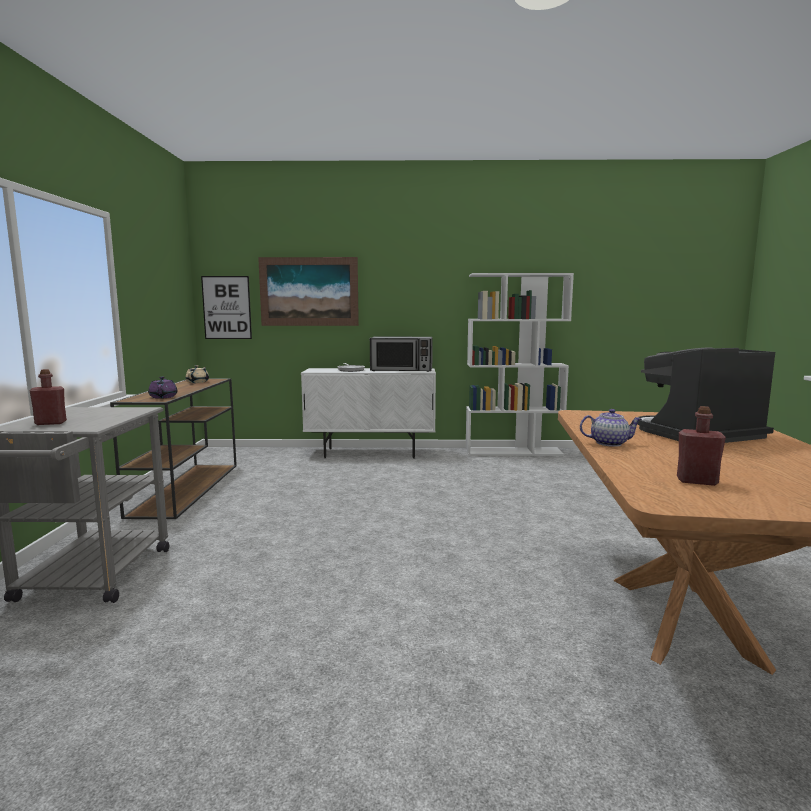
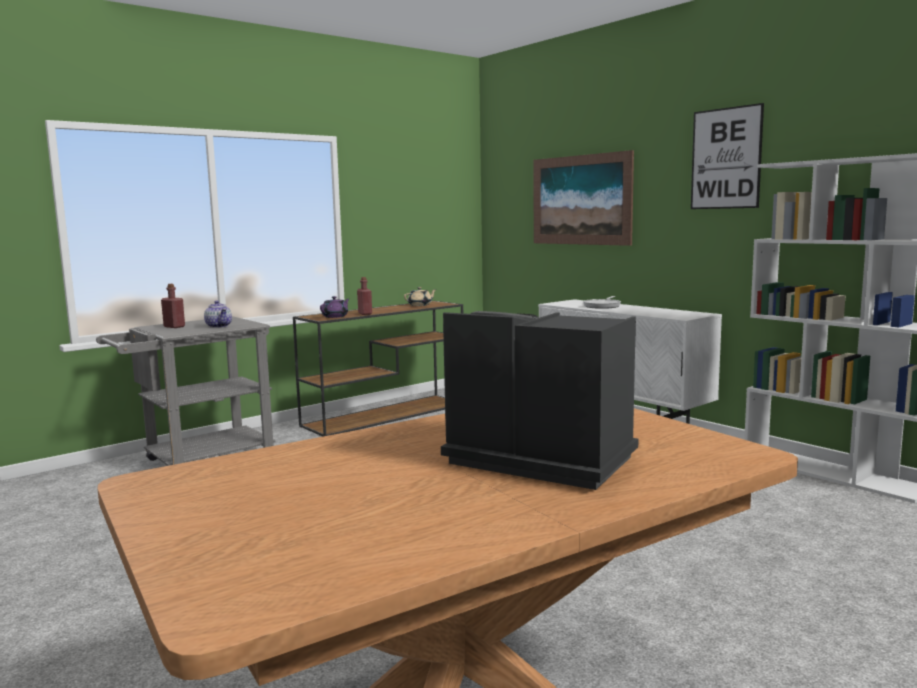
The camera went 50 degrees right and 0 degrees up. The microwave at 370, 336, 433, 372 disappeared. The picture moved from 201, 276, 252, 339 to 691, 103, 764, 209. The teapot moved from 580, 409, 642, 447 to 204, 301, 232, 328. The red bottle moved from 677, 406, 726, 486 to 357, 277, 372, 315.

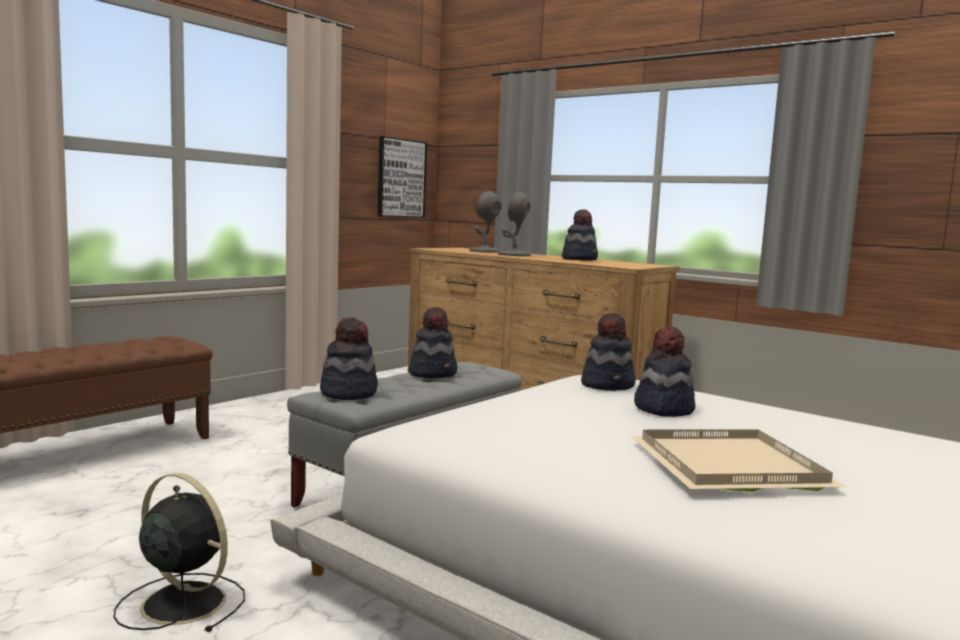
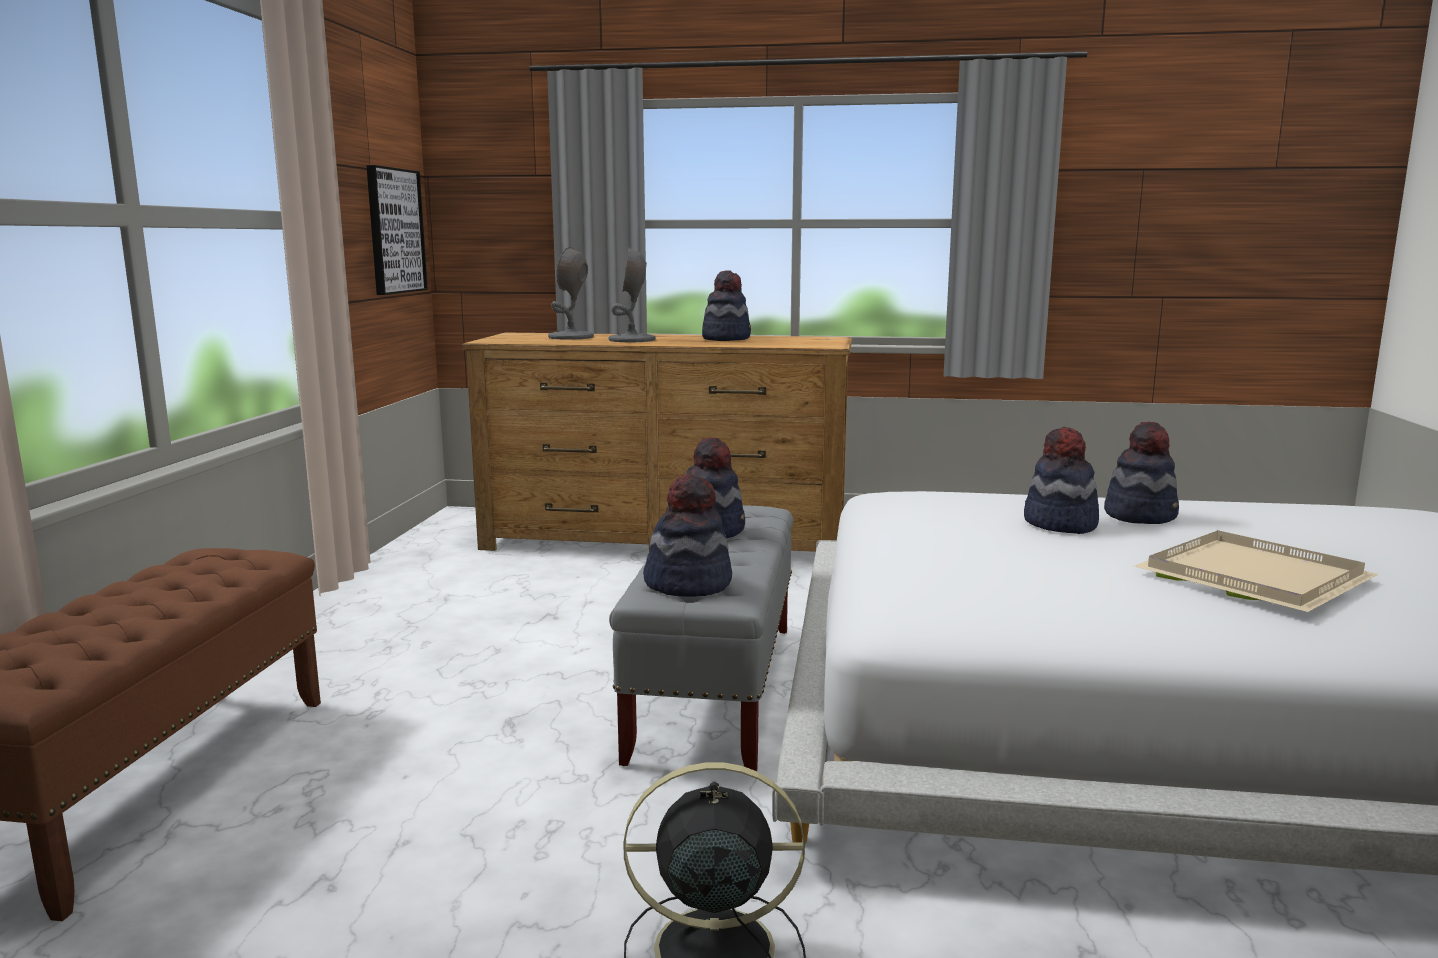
The camera went 30 degrees left and 5 degrees up. The hat moved from 581, 313, 636, 391 to 1104, 421, 1179, 524.

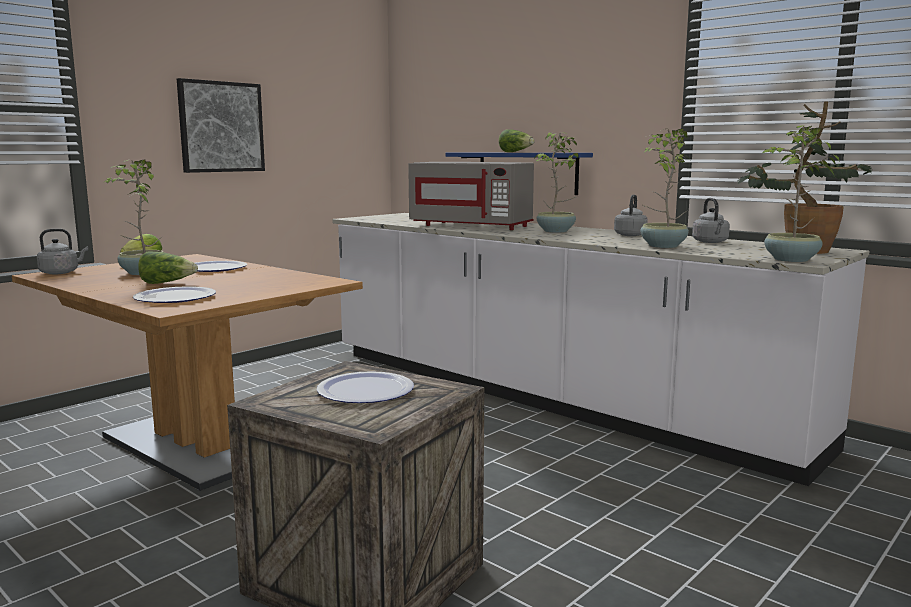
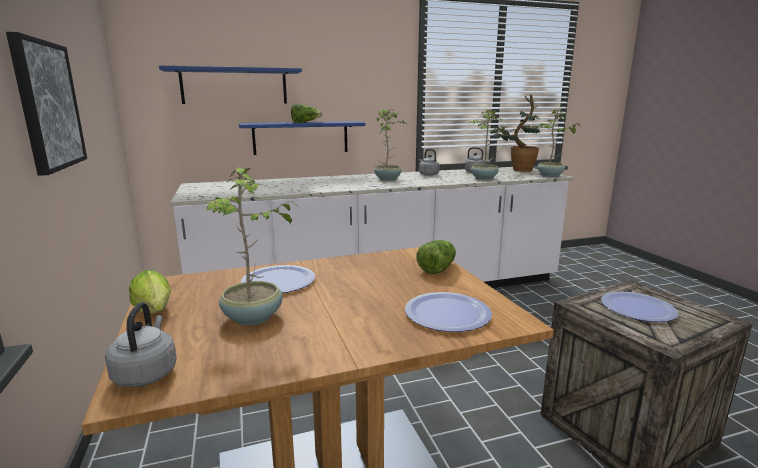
The camera went 60 degrees left and 5 degrees up. The grey microwave at 408, 162, 534, 230 disappeared. The blue shelf at 159, 66, 302, 104 appeared. The lettuce moved from 138, 251, 198, 284 to 417, 240, 456, 274.

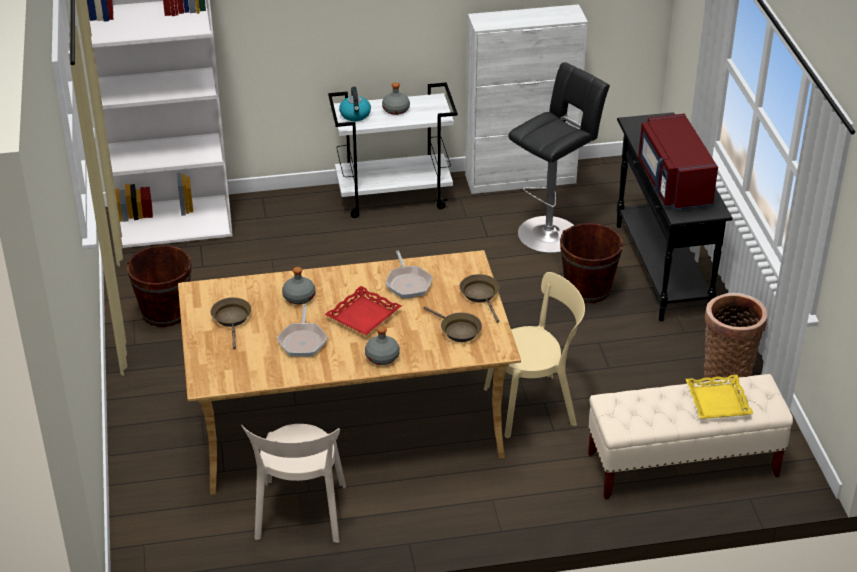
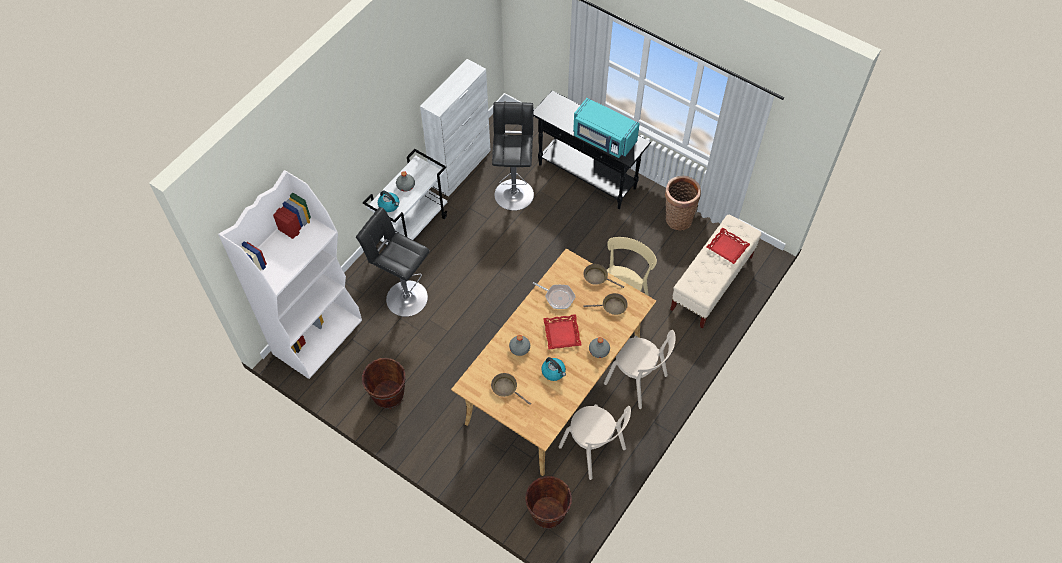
The camera went 45 degrees left and 20 degrees up. The black stool at 356, 207, 430, 317 appeared. The beige chair at 604, 330, 676, 409 appeared. The brown bucket moved from 560, 223, 623, 303 to 525, 476, 572, 529. The frying pan at 277, 305, 328, 357 was replaced by the kettle at 541, 357, 566, 381. The red microwave at 638, 114, 718, 210 became the turquoise microwave at 573, 98, 640, 158. The yellow tray at 686, 375, 753, 419 became the red tray at 707, 227, 750, 264.

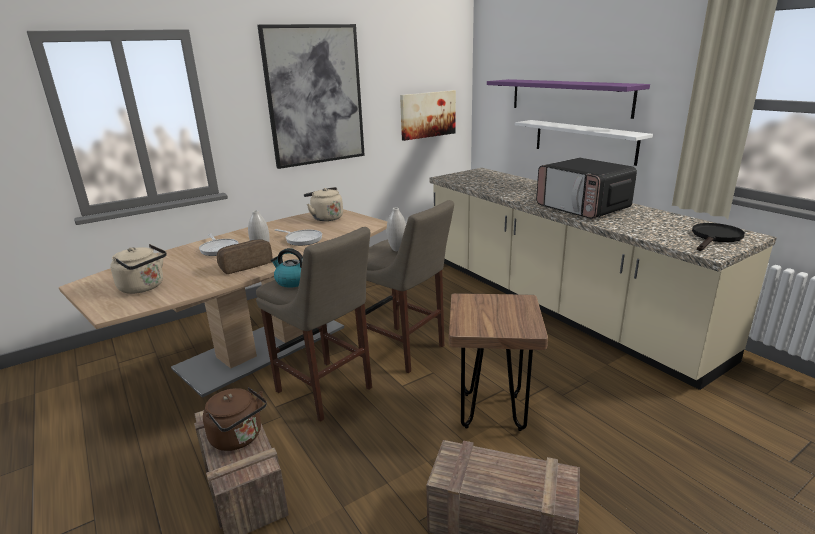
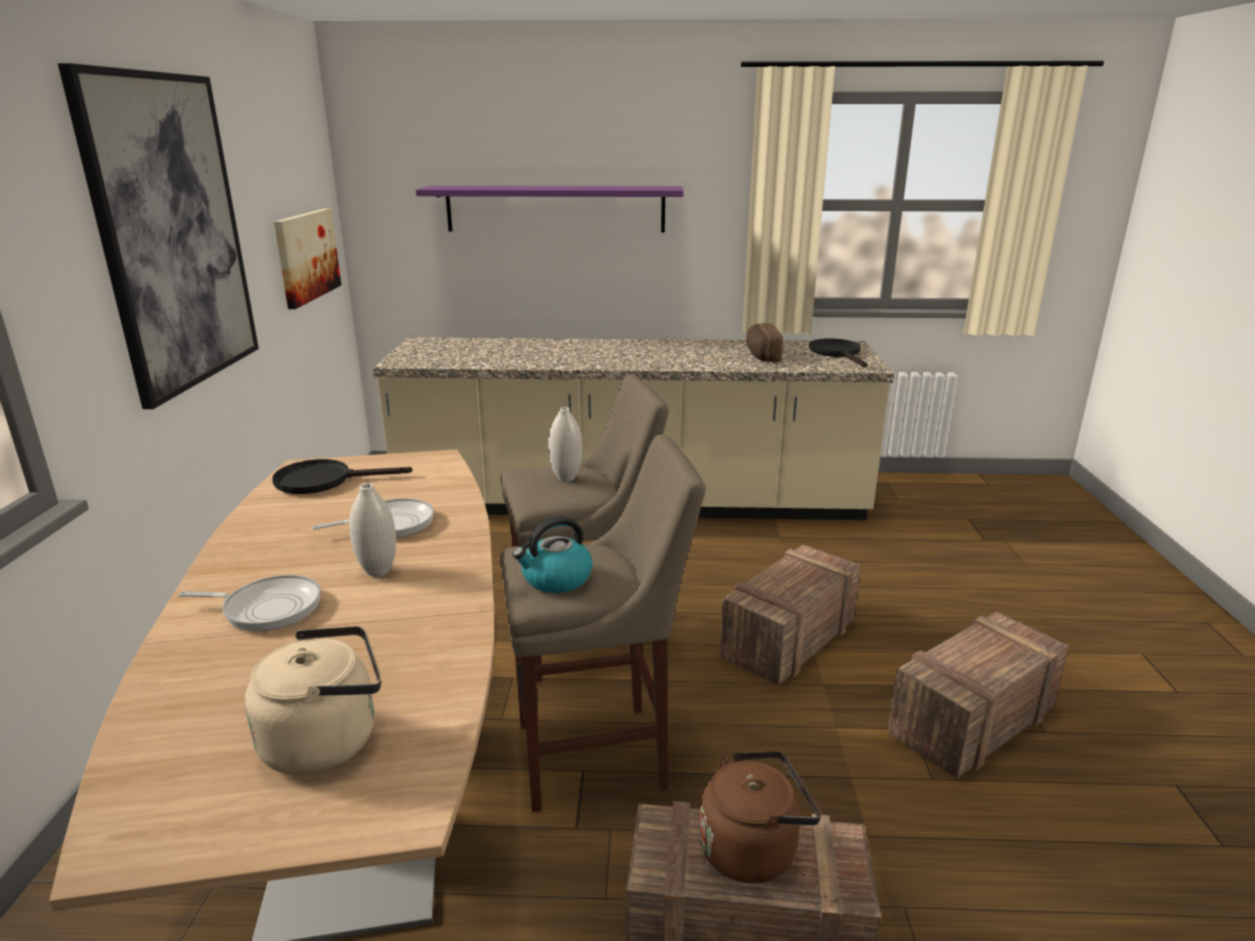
The camera went 55 degrees left and 0 degrees up. The white shelf at 515, 120, 653, 166 disappeared. The microwave at 536, 158, 637, 219 disappeared. The bread moved from 217, 239, 273, 274 to 746, 323, 783, 362. The beige kettle at 304, 187, 343, 221 was replaced by the black frying pan at 272, 459, 412, 494. The brown stool at 449, 293, 548, 431 was replaced by the crate at 720, 544, 861, 686.

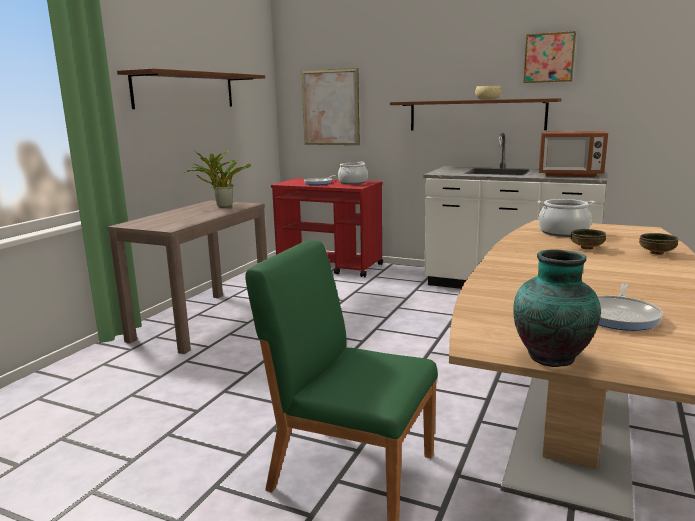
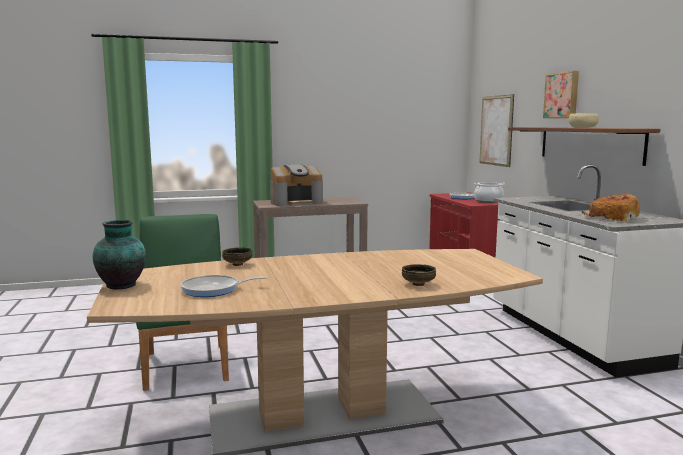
The camera went 50 degrees right and 5 degrees down. The brown shelf at 117, 68, 265, 109 disappeared. The potted plant at 183, 150, 251, 208 disappeared. The cooking pot at 538, 199, 595, 237 disappeared. The coffee machine at 270, 164, 323, 206 appeared. The picture moved from 523, 31, 576, 83 to 543, 71, 579, 118. The bowl moved from 571, 229, 606, 250 to 222, 247, 253, 266. The microwave at 539, 131, 608, 177 was replaced by the bread at 582, 194, 640, 221.

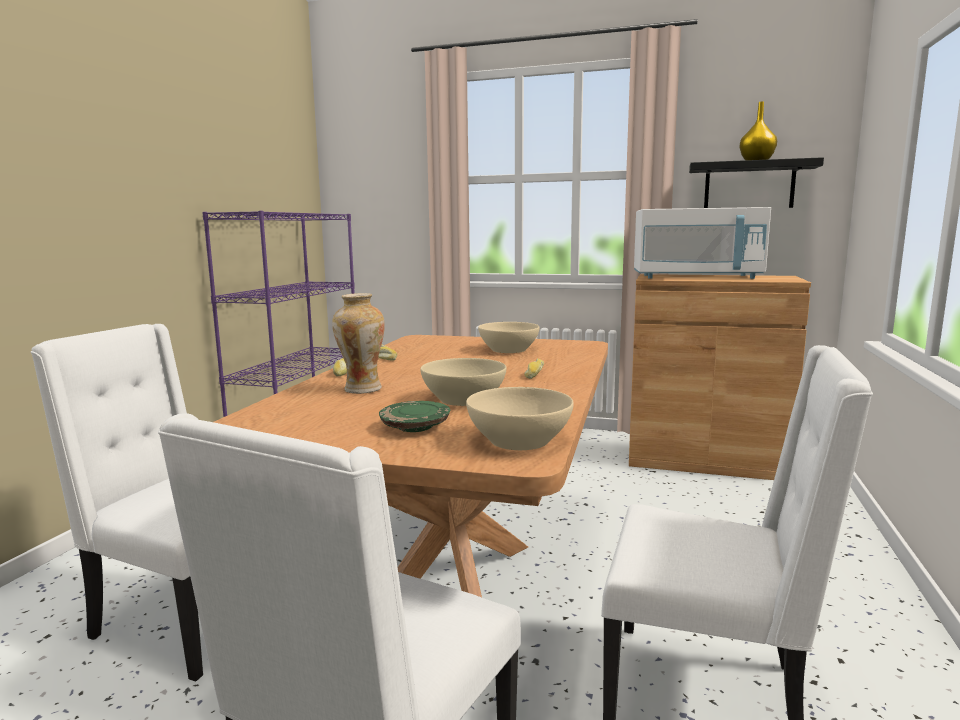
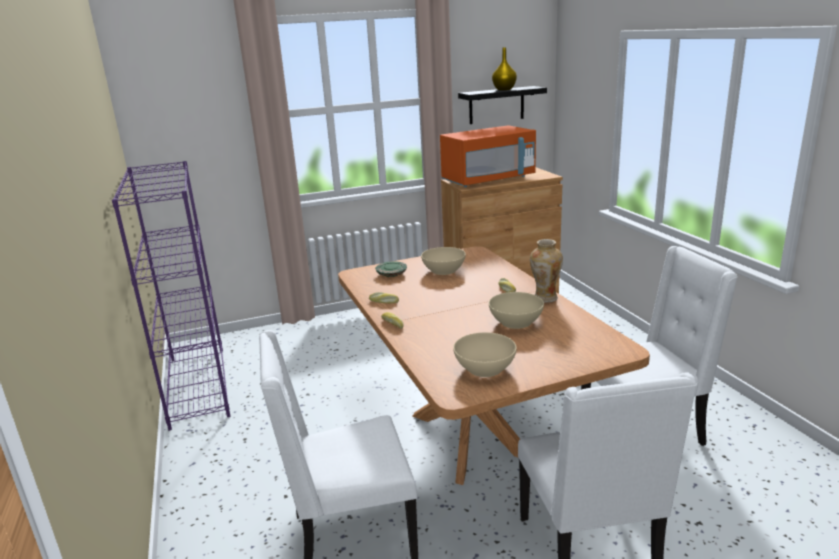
The camera went 35 degrees left and 10 degrees up. The vase moved from 332, 293, 385, 394 to 530, 239, 563, 303. The green plate moved from 379, 401, 450, 432 to 375, 261, 407, 277. The beige bowl moved from 466, 387, 574, 450 to 453, 332, 517, 377. The white microwave at 634, 207, 771, 279 became the orange microwave at 440, 125, 536, 187.

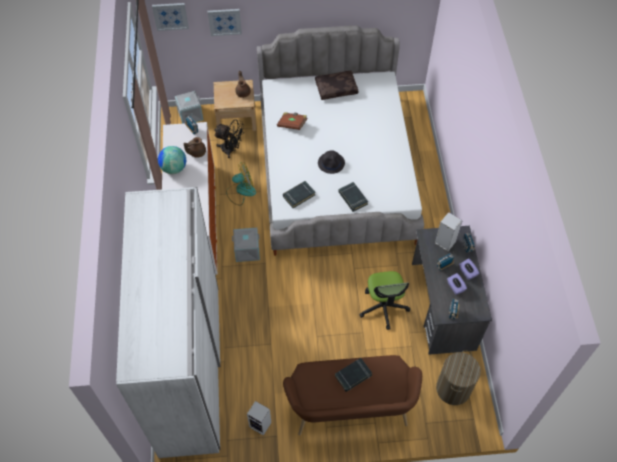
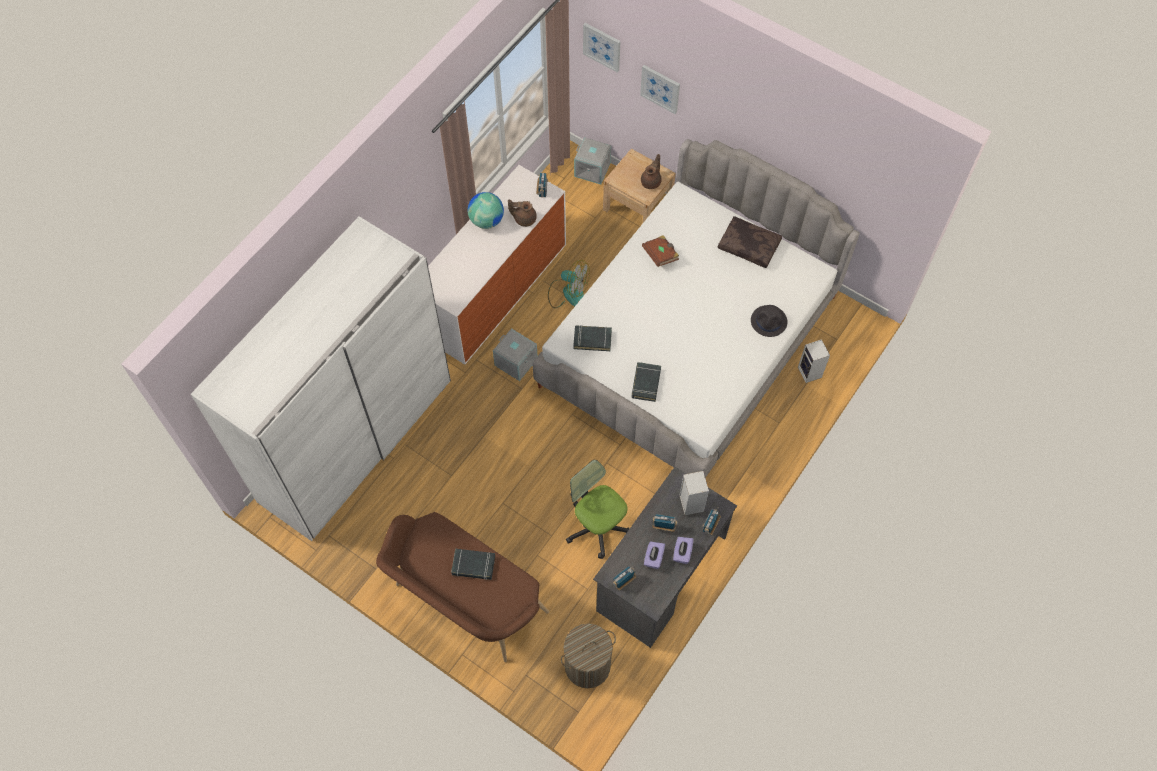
The camera went 40 degrees right and 5 degrees up. The black fan at 214, 119, 244, 158 disappeared. The speaker moved from 247, 401, 272, 436 to 798, 339, 830, 383. The black hat moved from 318, 150, 345, 174 to 751, 305, 788, 337. The office chair at 359, 271, 410, 330 turned 105 degrees clockwise.

